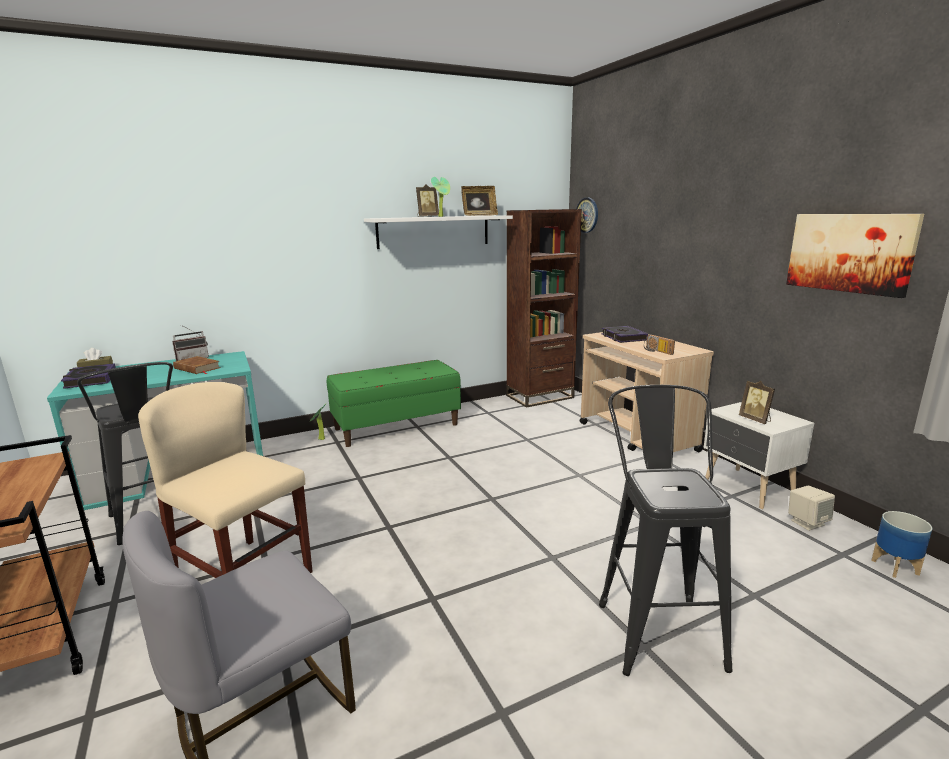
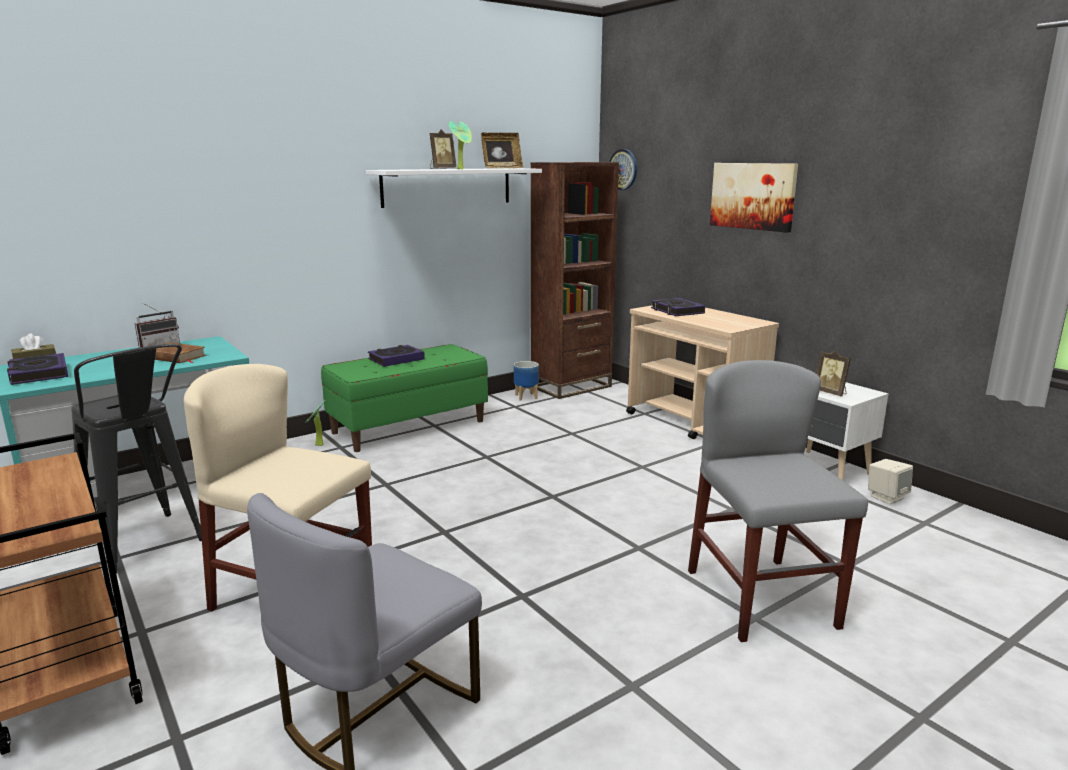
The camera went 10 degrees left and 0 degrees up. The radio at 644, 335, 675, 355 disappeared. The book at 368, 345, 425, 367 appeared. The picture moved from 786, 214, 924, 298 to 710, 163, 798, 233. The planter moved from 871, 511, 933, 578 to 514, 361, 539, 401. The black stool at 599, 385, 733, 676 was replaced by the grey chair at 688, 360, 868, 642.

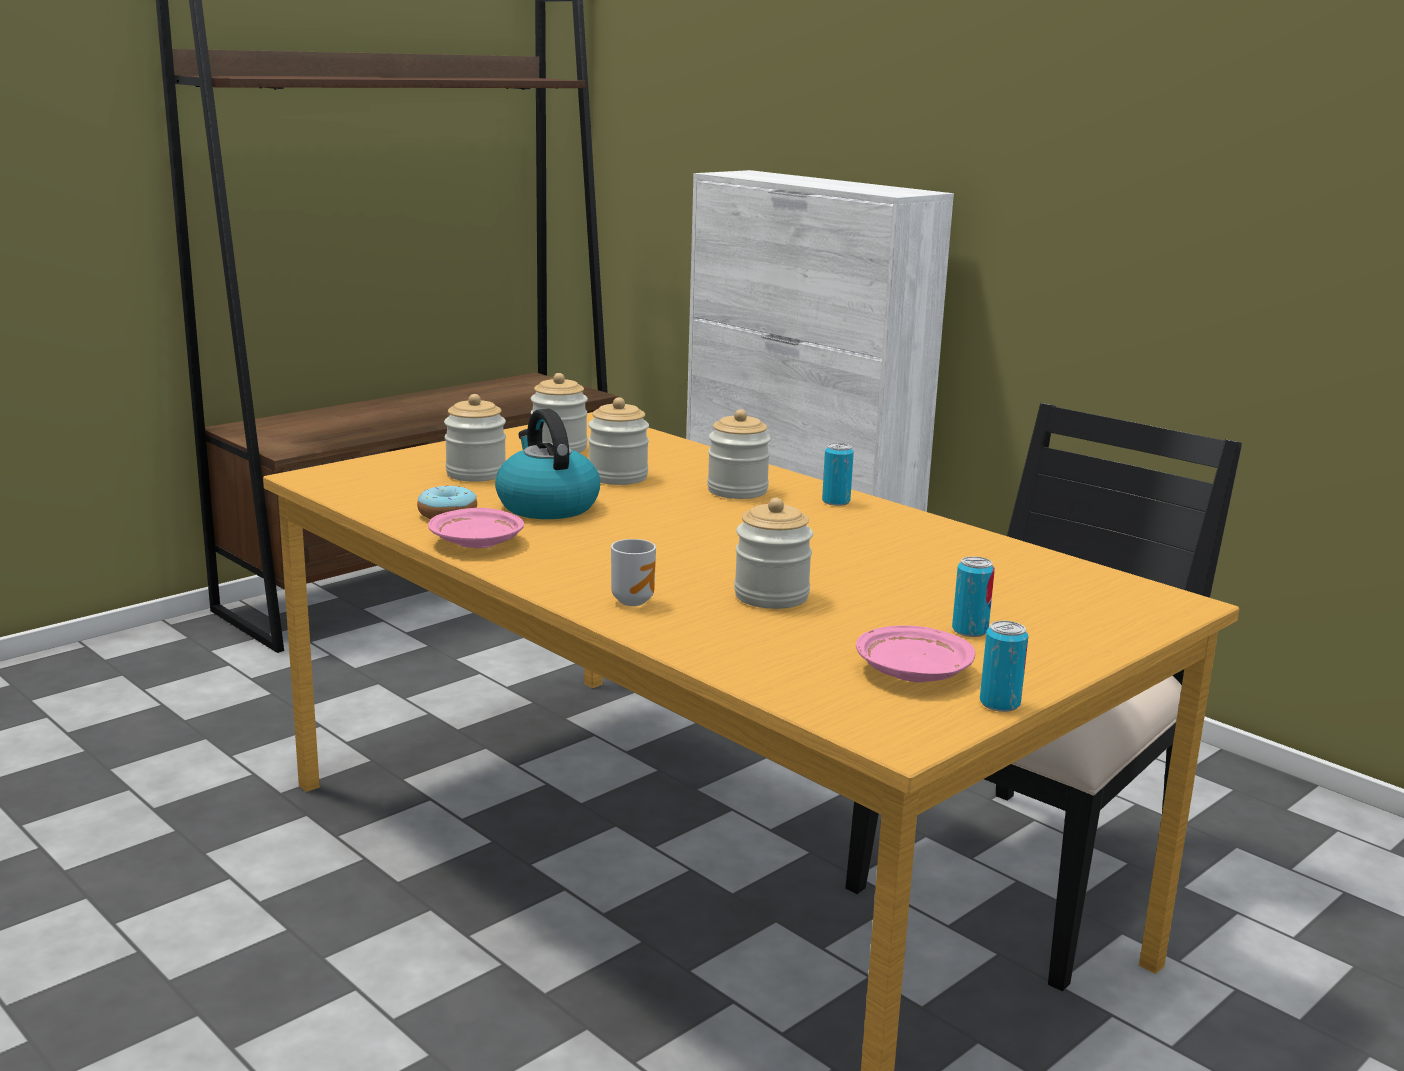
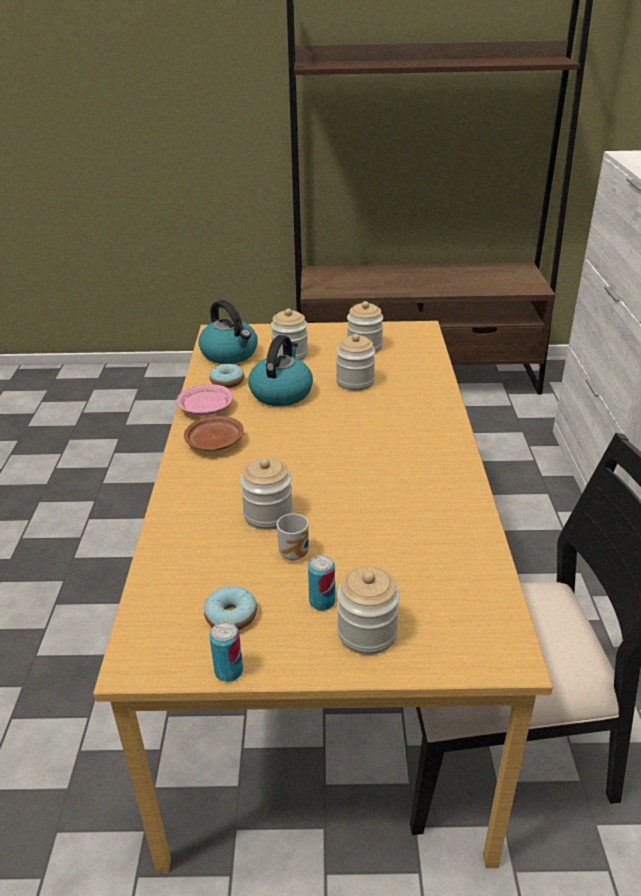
The camera went 45 degrees right and 15 degrees up. The can at 822, 443, 854, 506 disappeared. The brown plate at 184, 416, 244, 451 appeared. The kettle at 198, 300, 258, 364 appeared. The mug moved from 611, 539, 656, 606 to 277, 513, 309, 561. The jar moved from 707, 409, 771, 499 to 337, 566, 400, 655. The pink plate at 856, 625, 975, 682 was replaced by the donut at 204, 586, 257, 630.

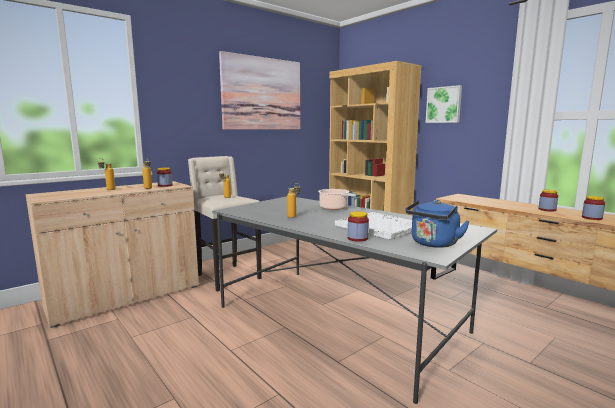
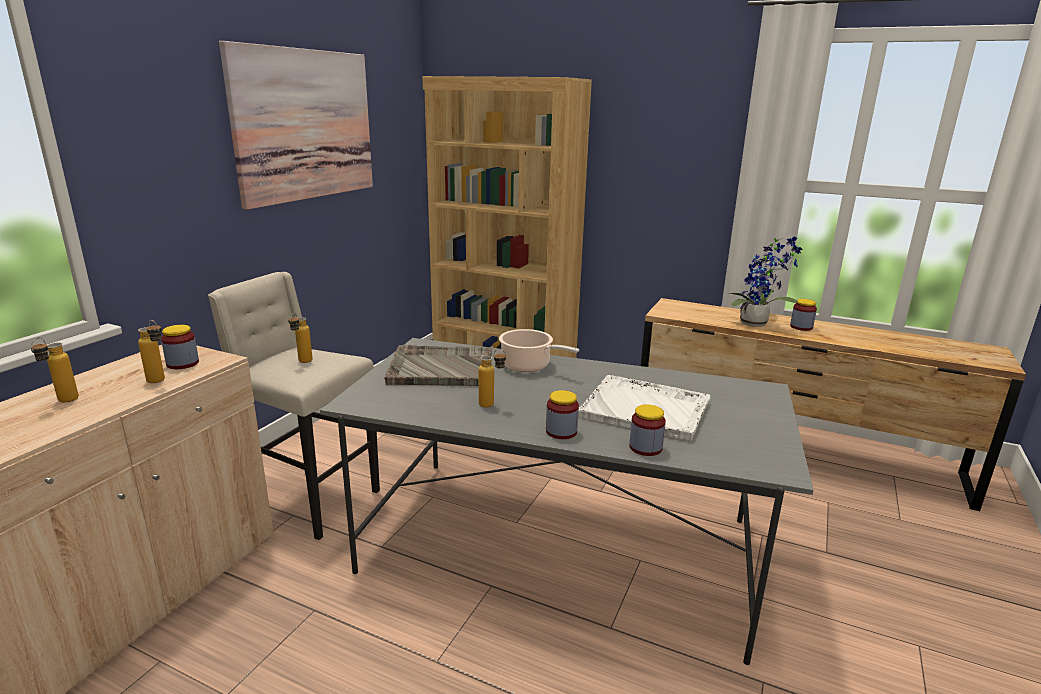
The camera went 25 degrees left and 10 degrees up. The blue kettle at 405, 200, 470, 248 disappeared. The picture at 426, 85, 462, 123 disappeared. The grey tray at 384, 345, 492, 386 appeared. The potted plant at 729, 236, 803, 327 appeared. The jar moved from 582, 196, 605, 220 to 546, 390, 579, 439.

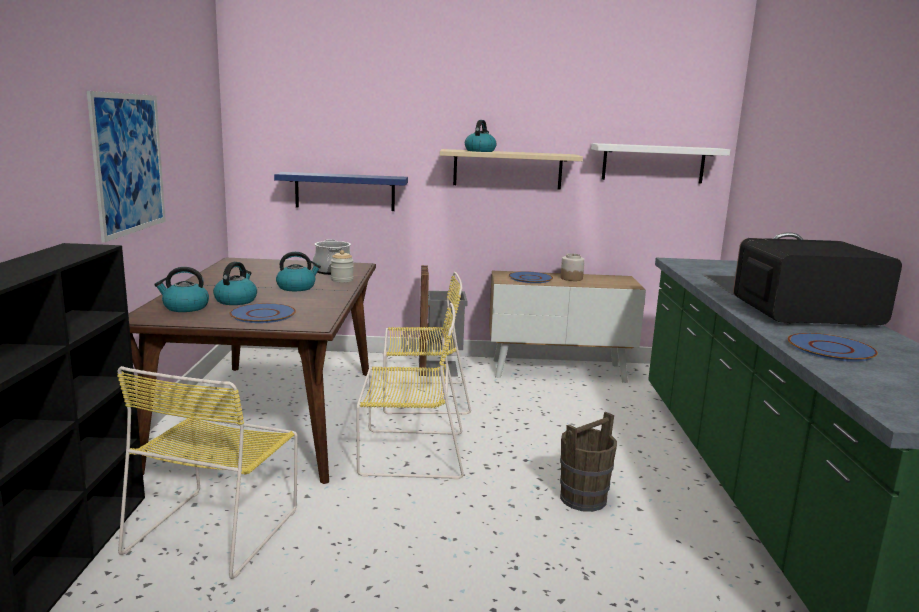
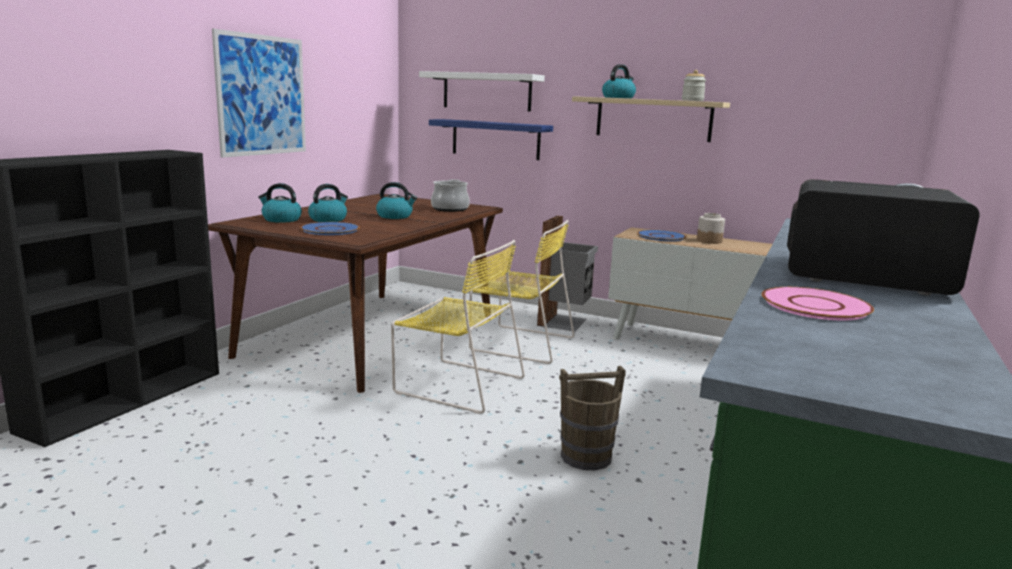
The camera went 25 degrees right and 0 degrees up. The yellow chair at 117, 366, 298, 579 disappeared. The jar moved from 331, 250, 354, 282 to 682, 70, 706, 101. The white shelf moved from 591, 143, 730, 184 to 419, 71, 545, 112. The blue plate at 788, 333, 878, 362 became the pink plate at 762, 287, 874, 320.

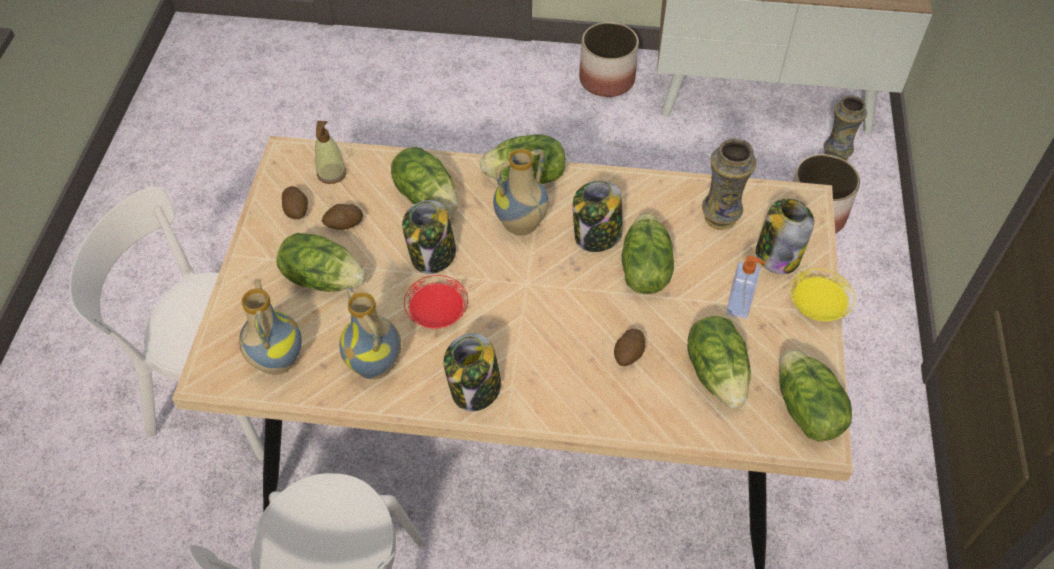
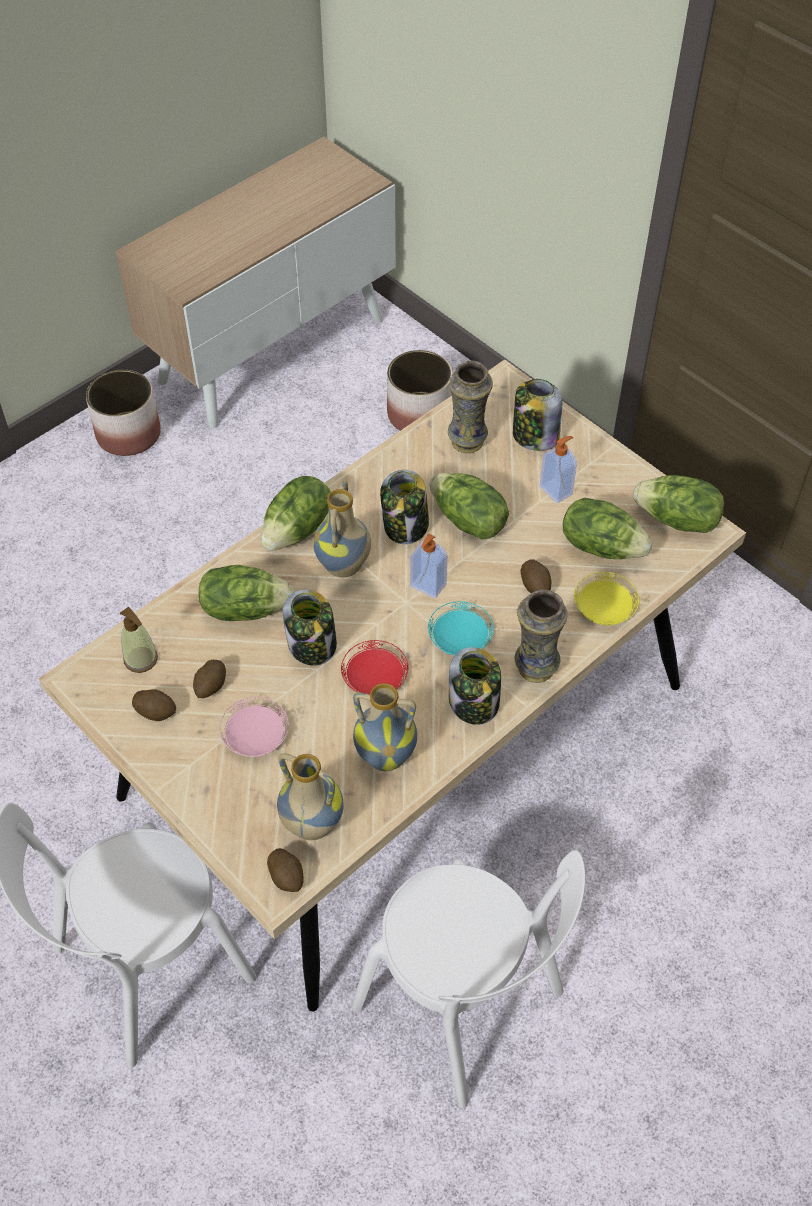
The camera went 50 degrees left and 0 degrees up. The potato at 267, 848, 303, 892 appeared. The soap dispenser at 410, 533, 448, 598 appeared. The turquoise plate at 428, 601, 494, 655 appeared. The yellow plate moved from 790, 268, 855, 321 to 574, 572, 639, 625. The vase moved from 824, 96, 867, 160 to 514, 589, 568, 683. The lettuce at 276, 233, 366, 292 was replaced by the pink plate at 219, 697, 289, 757.

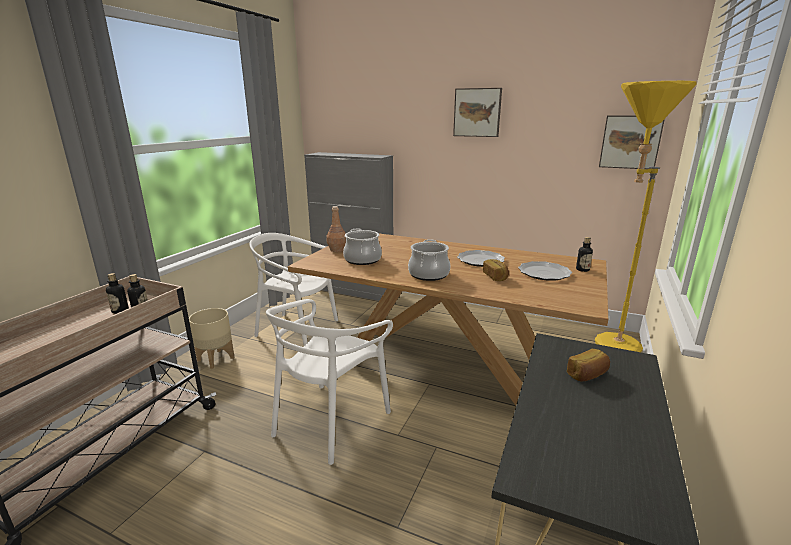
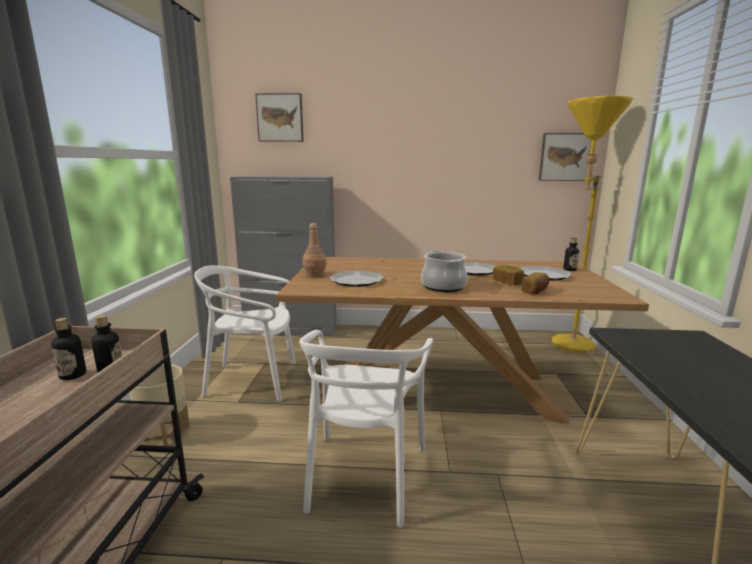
The camera went 20 degrees left and 5 degrees down. The picture moved from 453, 88, 502, 137 to 255, 93, 304, 142. The bread moved from 567, 349, 610, 381 to 521, 272, 549, 294. The cooking pot at 343, 228, 382, 265 was replaced by the plate at 330, 270, 384, 287.

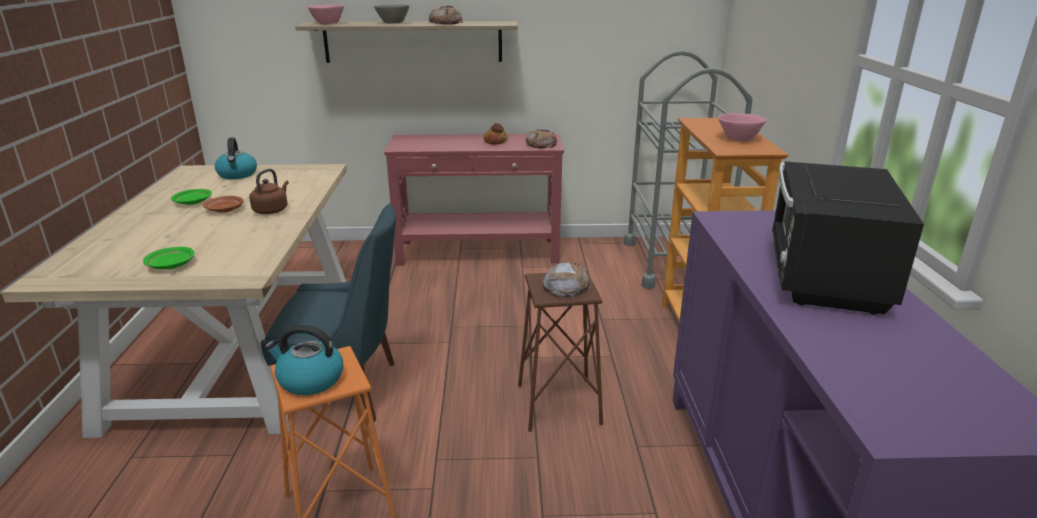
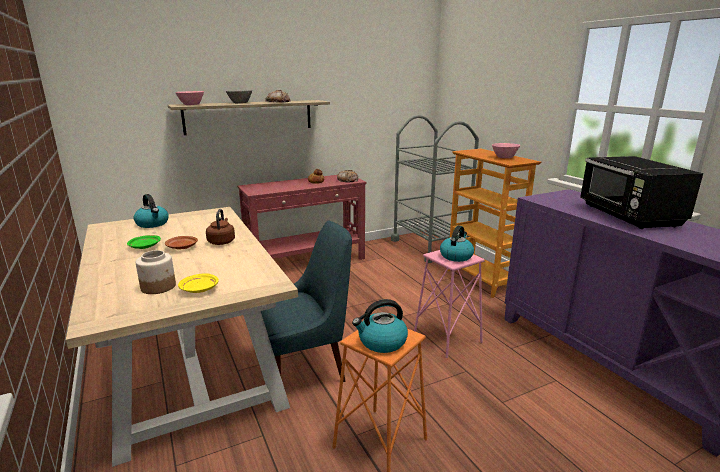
The camera went 25 degrees left and 5 degrees down. The jar at 136, 250, 176, 294 appeared. The bread at 542, 262, 592, 298 was replaced by the kettle at 440, 226, 474, 262. The green plate at 143, 247, 194, 269 became the yellow plate at 178, 273, 219, 293. The brown stool at 518, 270, 603, 432 became the pink stool at 414, 250, 485, 358.

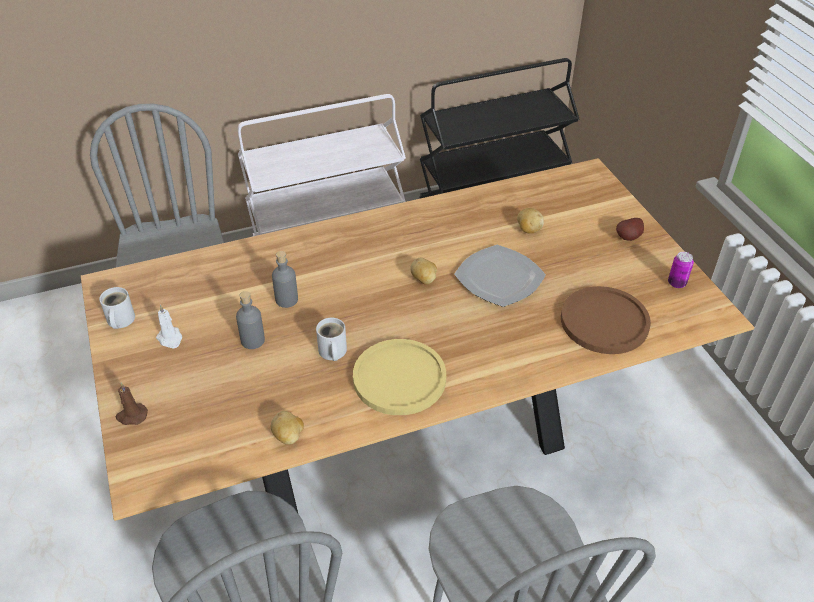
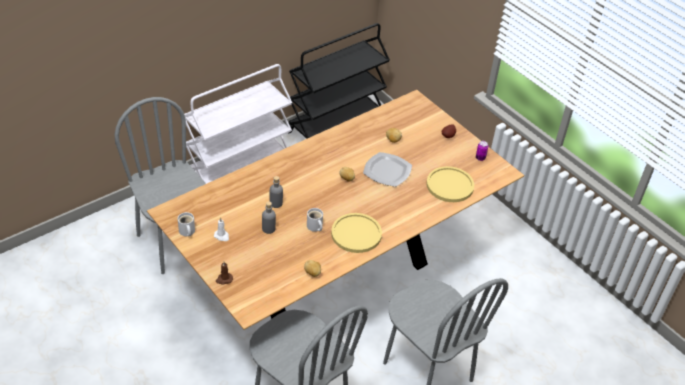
The camera went 20 degrees left and 0 degrees up. The brown plate at 561, 286, 651, 354 became the yellow plate at 427, 166, 474, 202.

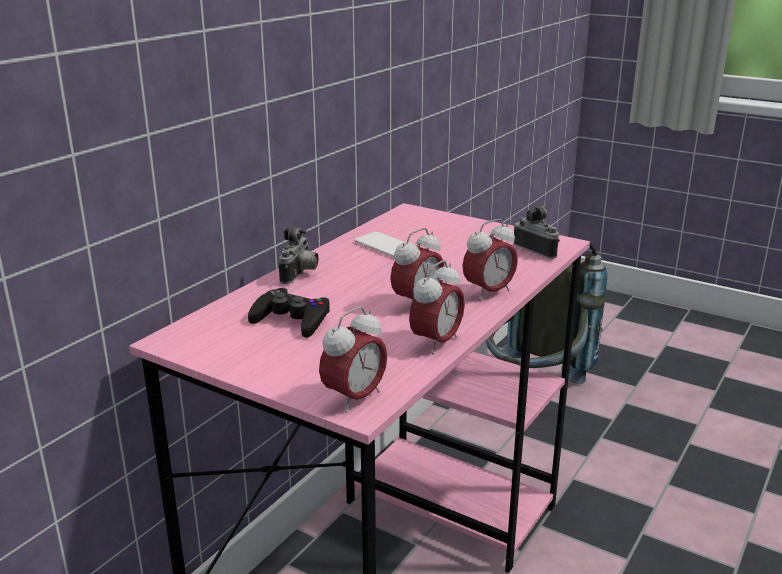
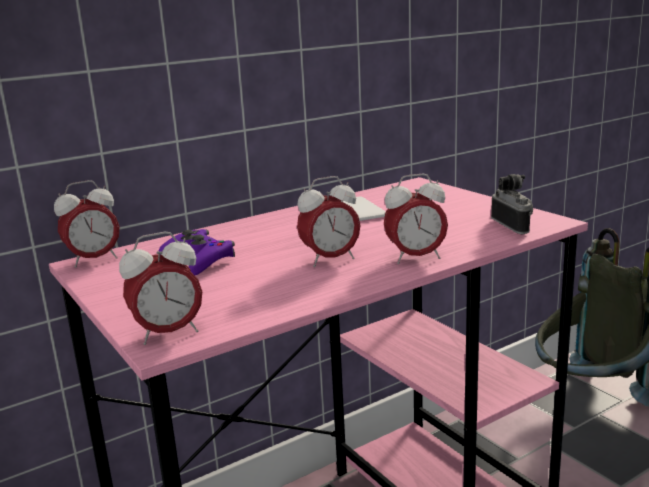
The camera went 25 degrees right and 5 degrees down. The photo camera at 278, 227, 318, 284 disappeared. The alarm clock moved from 409, 260, 465, 354 to 54, 180, 119, 268. The black game controller at 248, 288, 330, 338 became the purple game controller at 159, 229, 235, 275.

